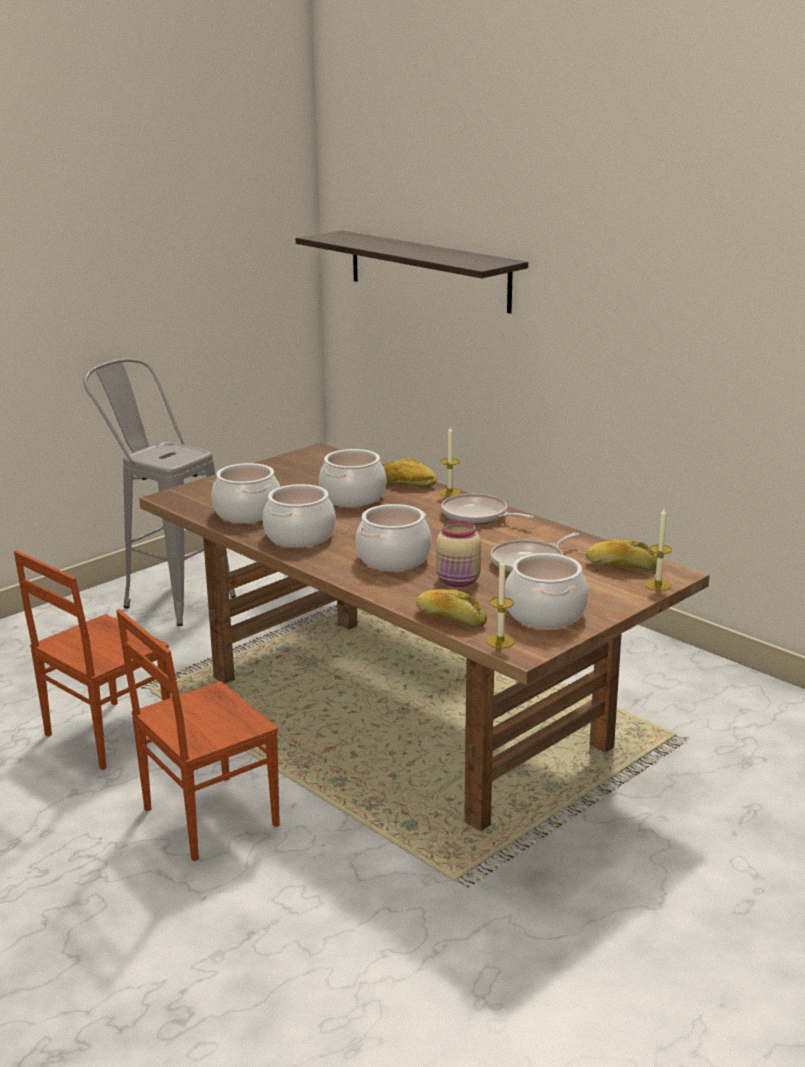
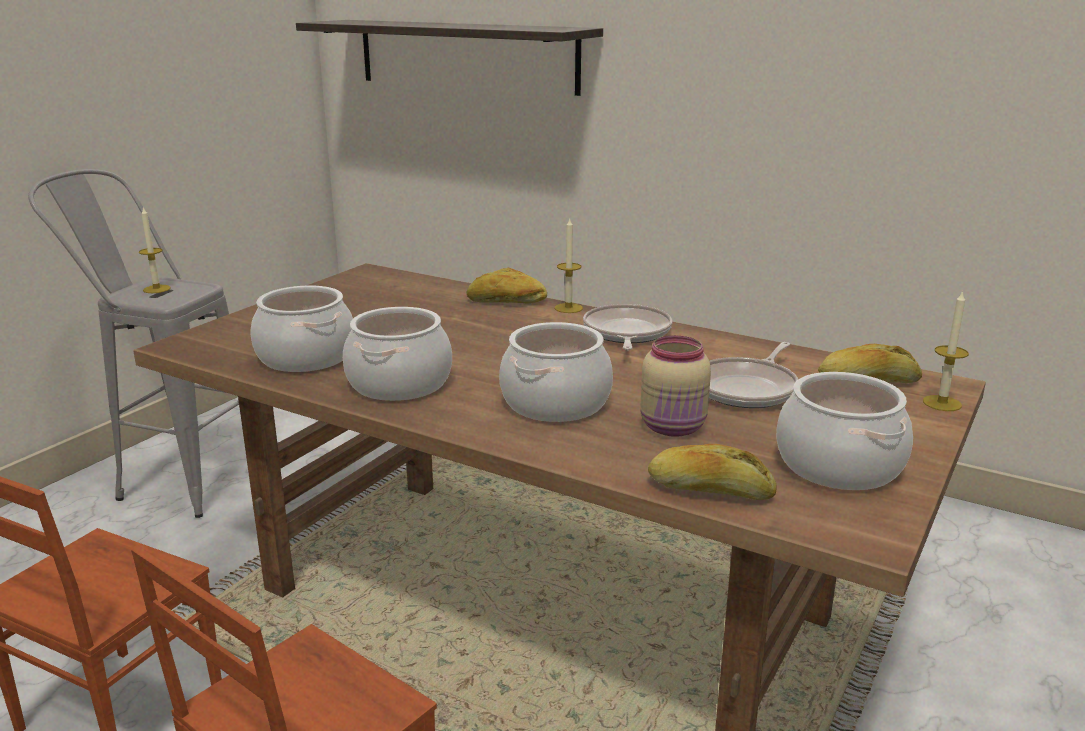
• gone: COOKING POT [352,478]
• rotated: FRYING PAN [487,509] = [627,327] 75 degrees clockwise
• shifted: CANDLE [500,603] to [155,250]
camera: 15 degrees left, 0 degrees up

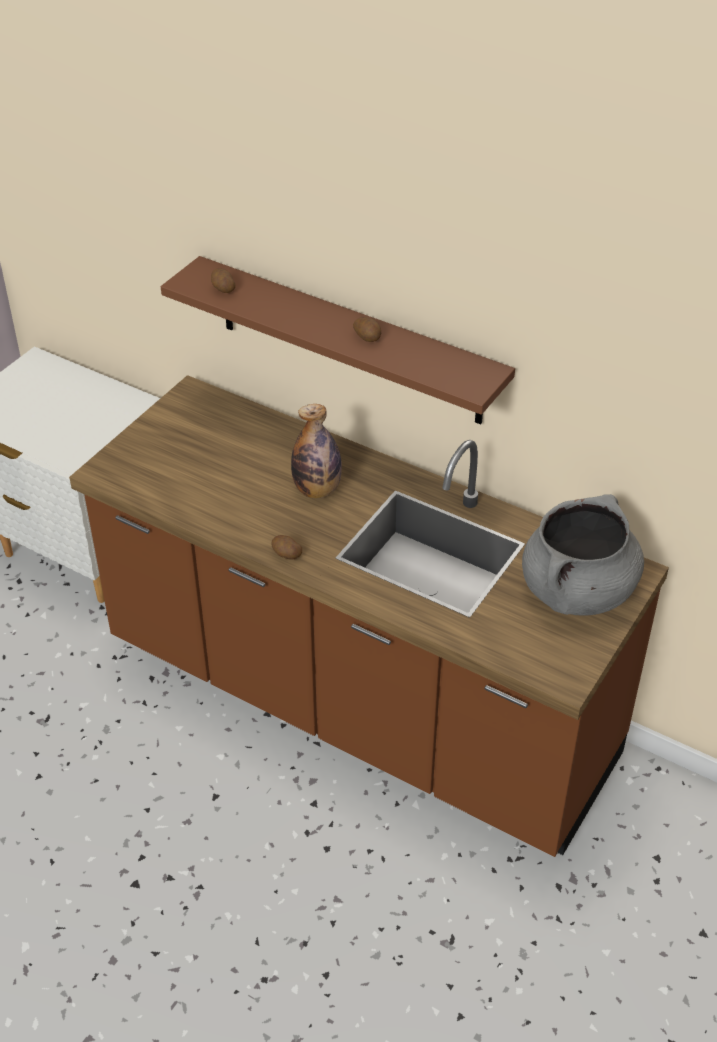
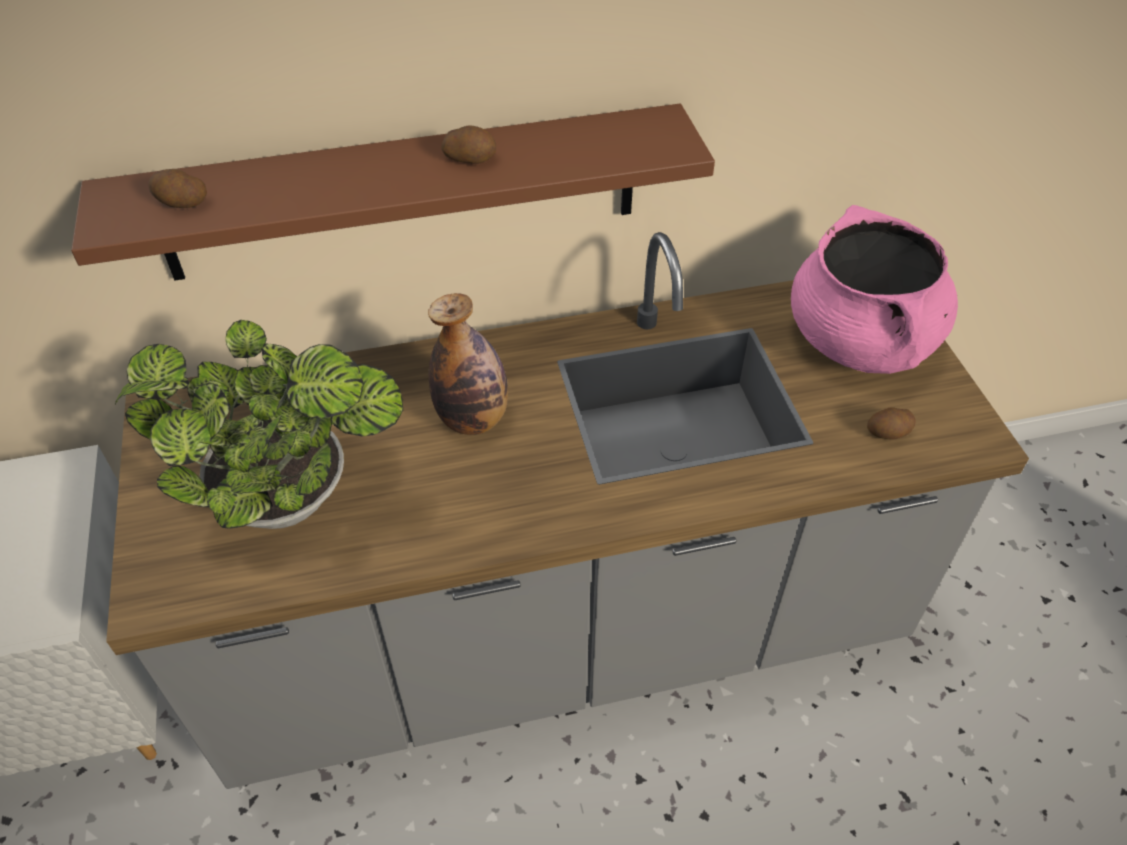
• repainted: BROWN COUNTER [369,616] to GREY COUNTER [567,510]
• repainted: GREY COOKING POT [583,554] to PINK COOKING POT [874,289]
• shifted: POTATO [287,547] to [891,423]
• new: POTTED PLANT [259,424]
camera: 45 degrees left, 5 degrees up

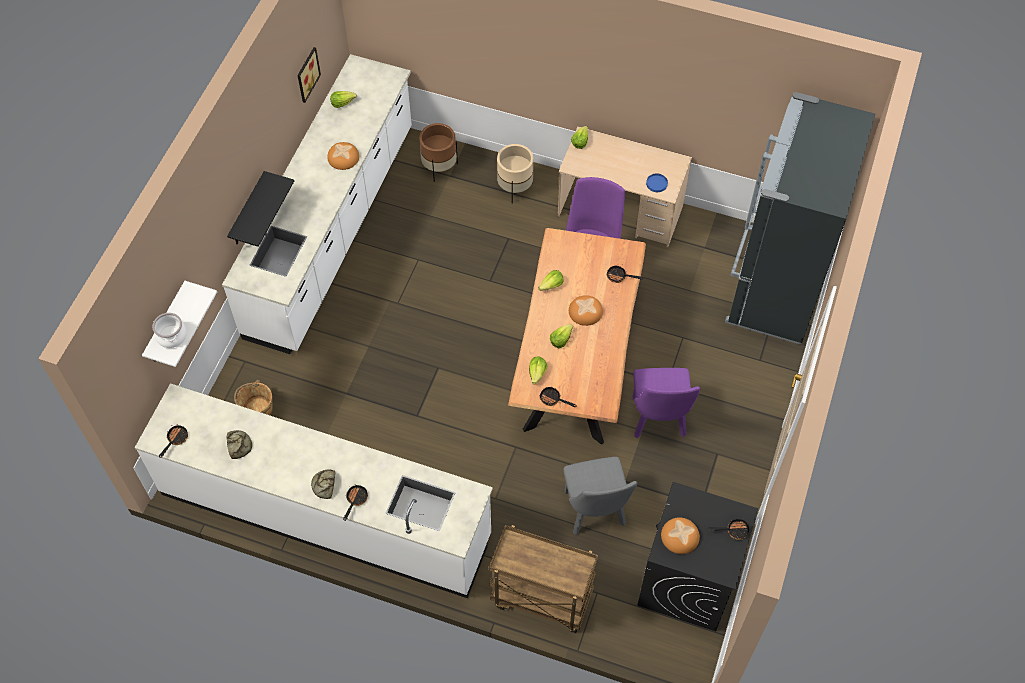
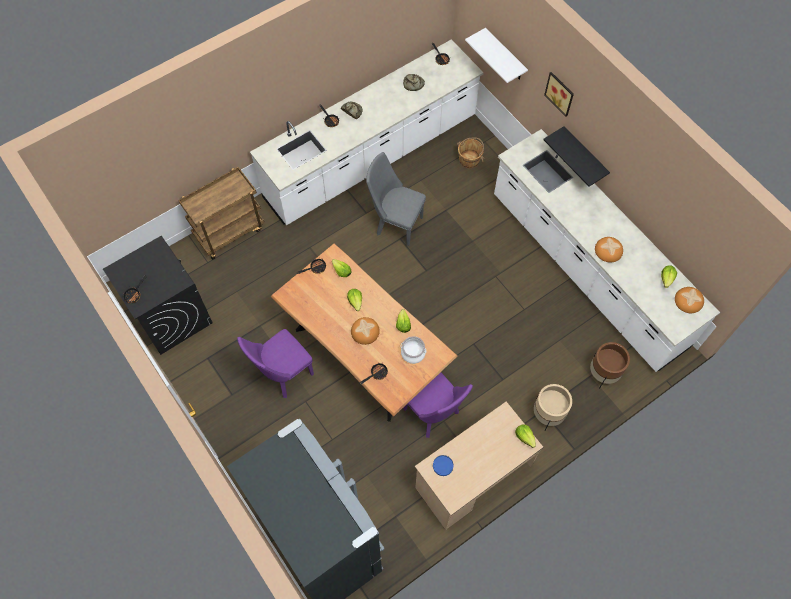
• shifted: PICTURE [309,75] to [559,94]
• shifted: COOKING POT [169,330] to [413,350]
• rotated: PURPLE CHAIR [666,403] = [275,363] 75 degrees counterclockwise
• shifted: GREY CHAIR [600,496] to [396,199]
• shifted: BREAD [680,535] to [689,300]
camera: 125 degrees right, 5 degrees up

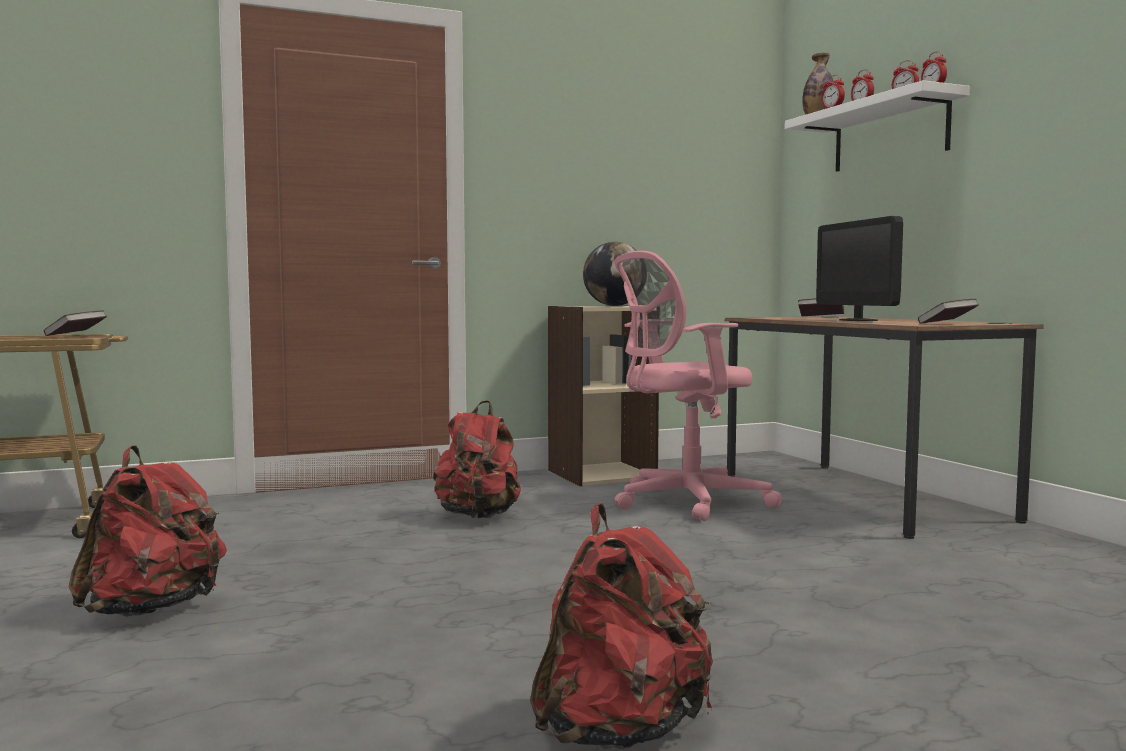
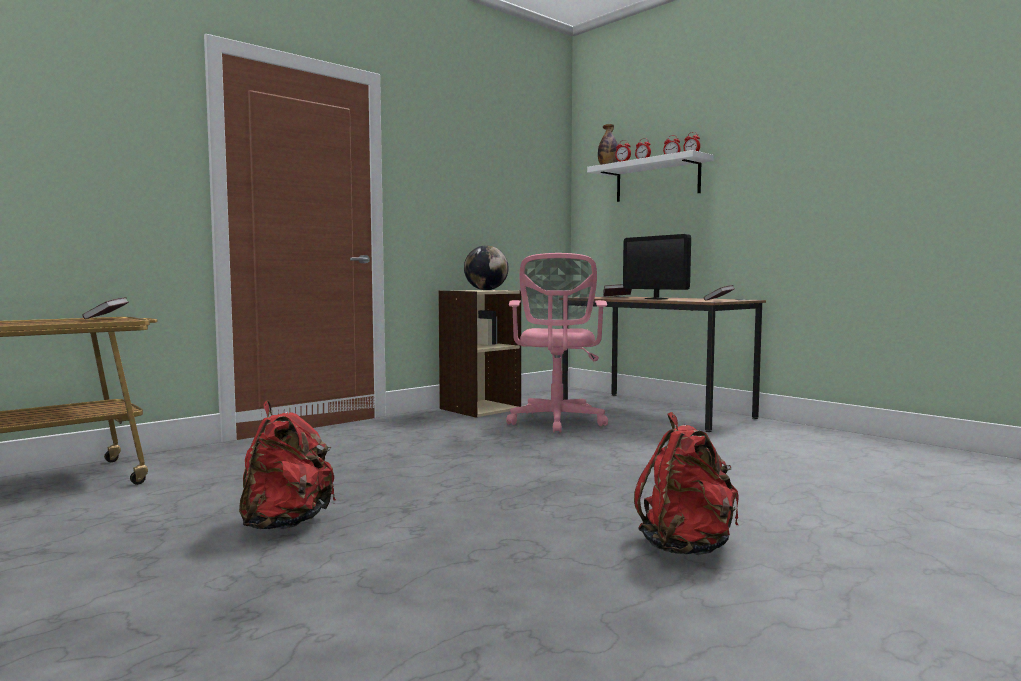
• rotated: PINK OFFICE CHAIR [698,386] = [557,343] 45 degrees counterclockwise
• gone: RED BACKPACK [477,459]
camera: 20 degrees left, 0 degrees up

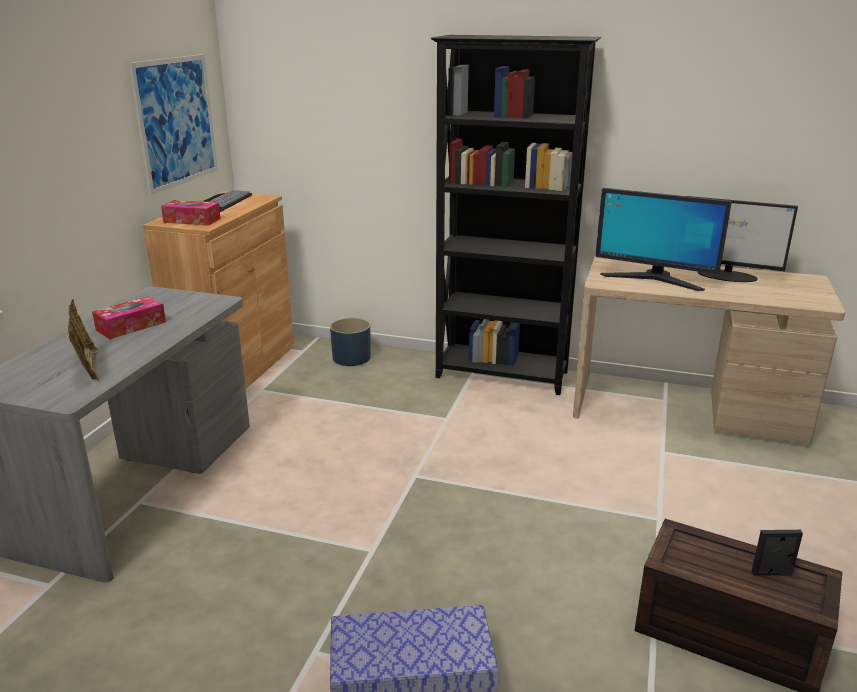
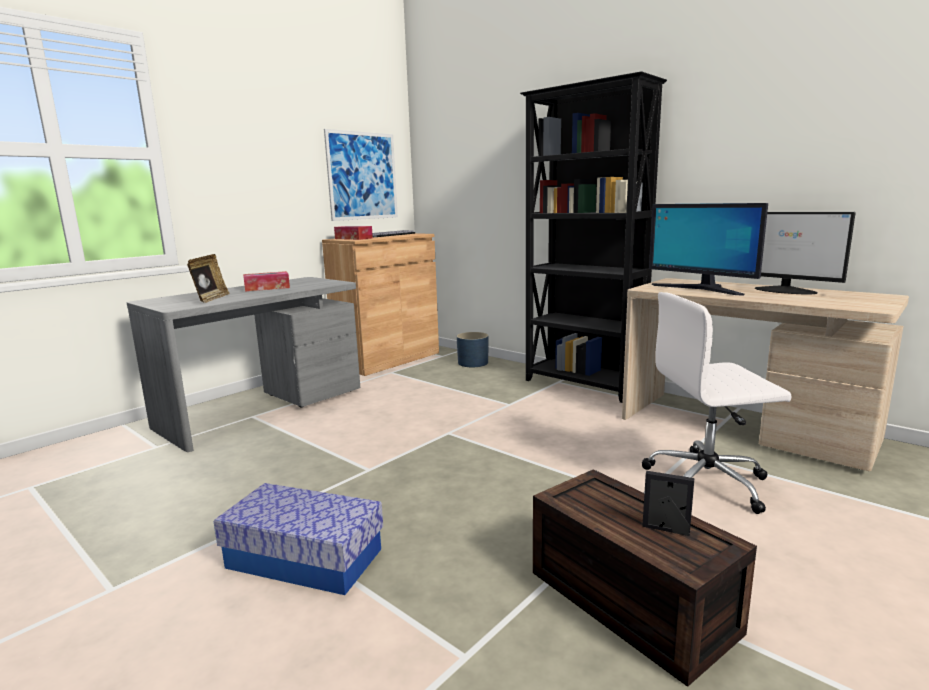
• new: WHITE OFFICE CHAIR [717,403]
camera: 25 degrees right, 10 degrees down

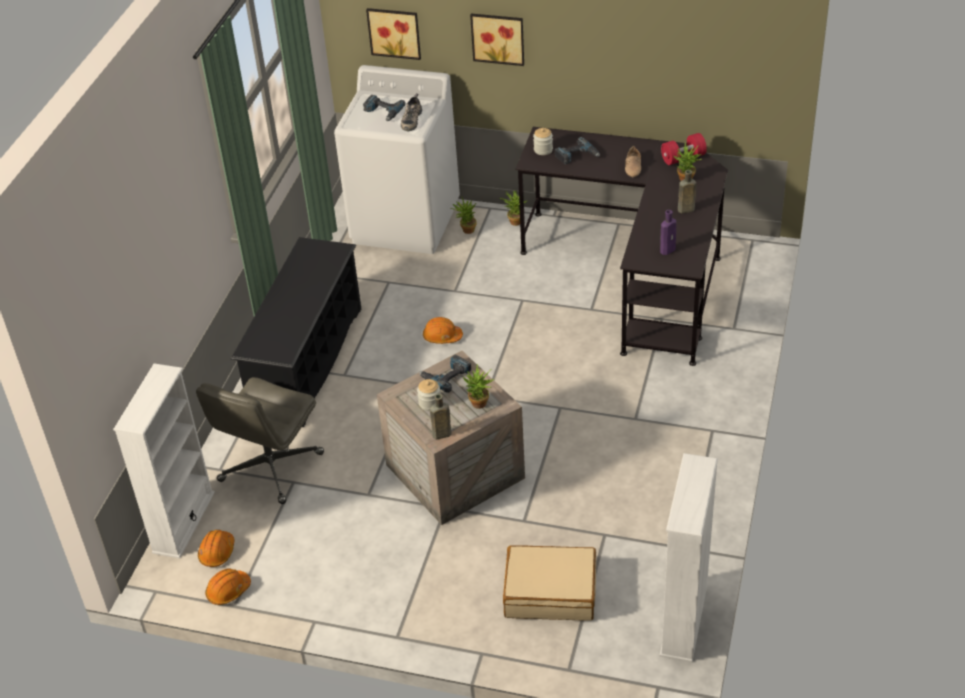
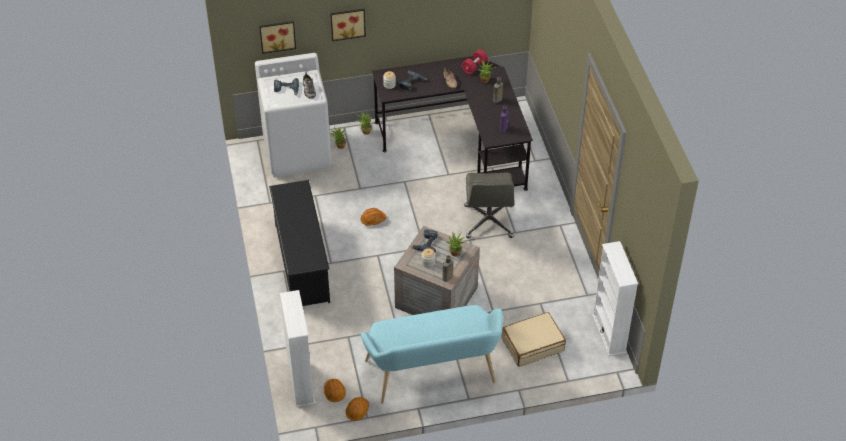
• shifted: GREY OFFICE CHAIR [260,440] to [489,205]
• new: TURQUOISE BENCH [432,354]
camera: 30 degrees left, 5 degrees up

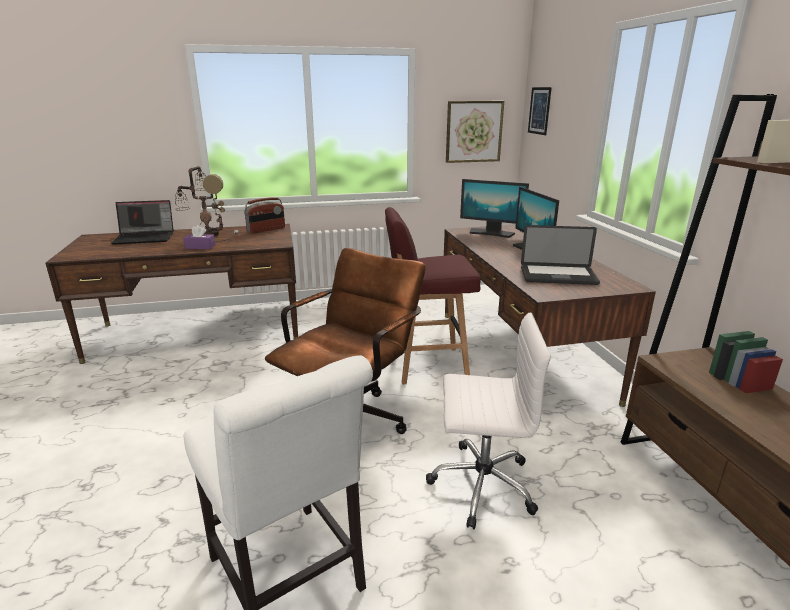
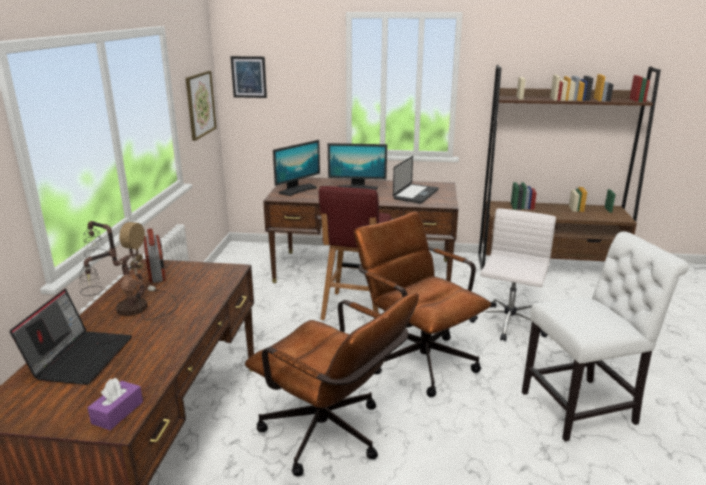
• shifted: PURPLE TISSUE BOX [199,237] to [115,404]
• new: BROWN OFFICE CHAIR [332,385]
camera: 70 degrees left, 0 degrees up

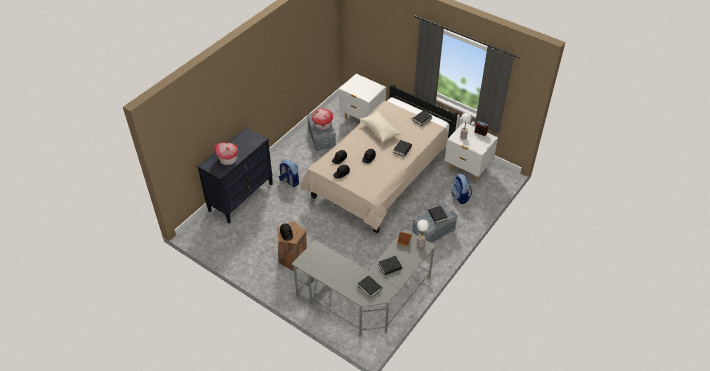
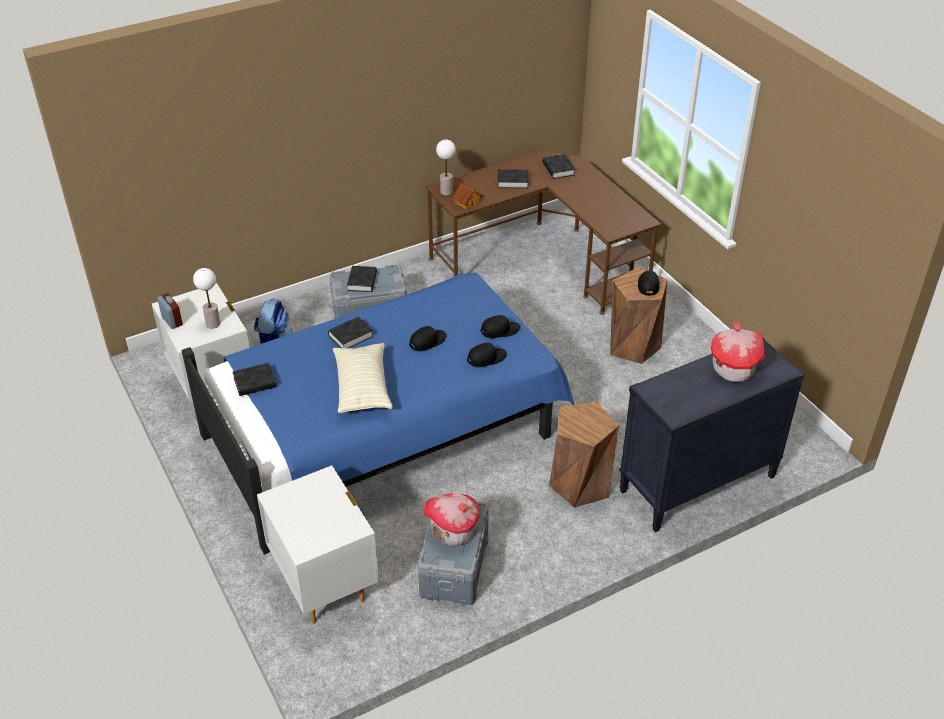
• repainted: BEIGE BED [379,158] to BLUE BED [378,413]
• swapped: BACKPACK [289,173] to BROWN STOOL [584,455]
• repainted: GREY DESK [364,283] to BROWN DESK [543,233]
camera: 155 degrees left, 5 degrees down

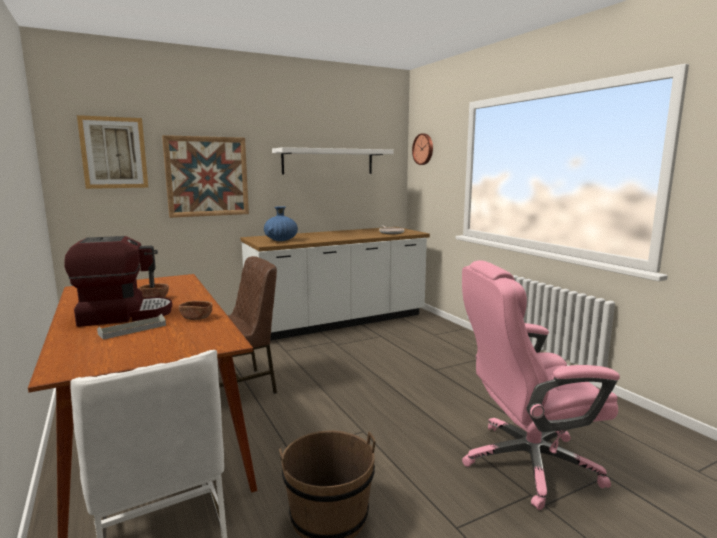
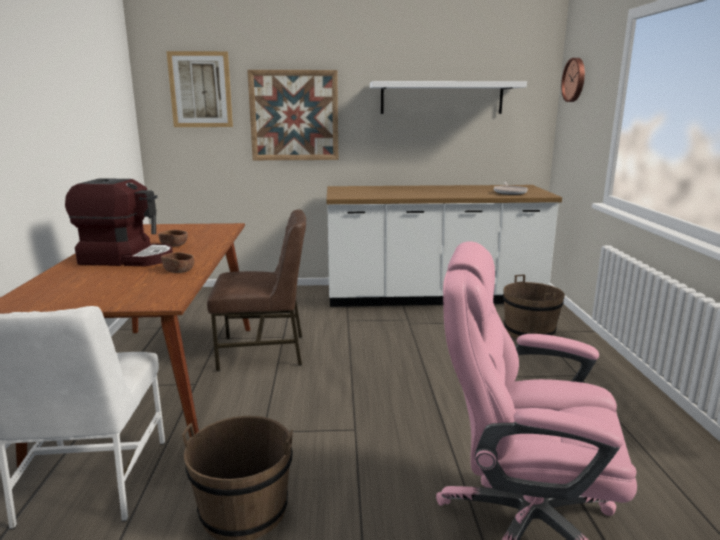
• gone: BLUE VASE [281,223]
• gone: GREY TRAY [131,327]
• new: BROWN BUCKET [534,307]
camera: 25 degrees right, 5 degrees up

